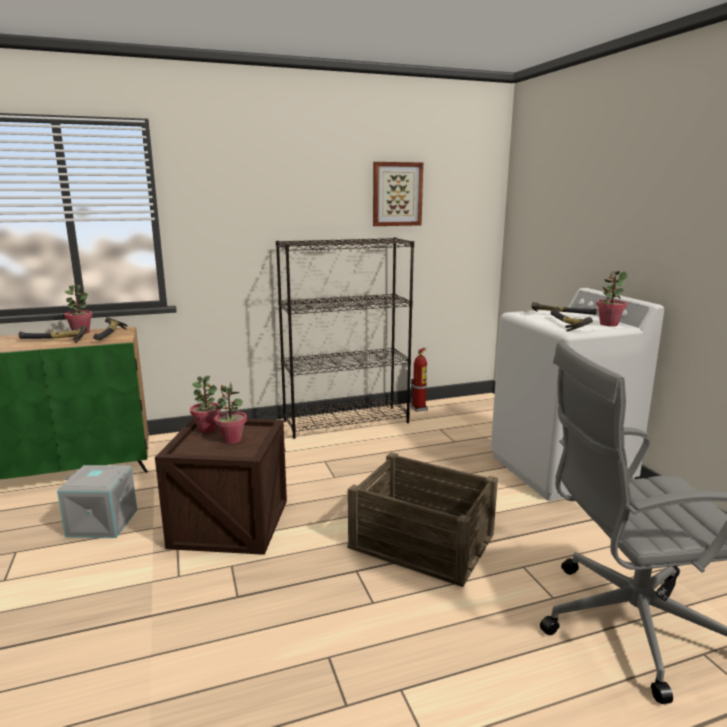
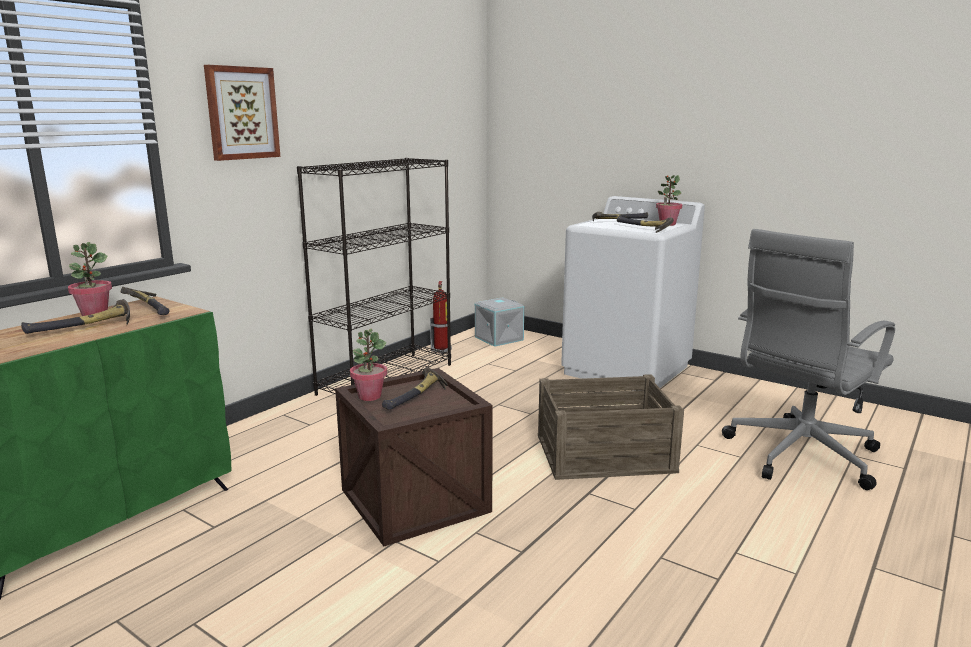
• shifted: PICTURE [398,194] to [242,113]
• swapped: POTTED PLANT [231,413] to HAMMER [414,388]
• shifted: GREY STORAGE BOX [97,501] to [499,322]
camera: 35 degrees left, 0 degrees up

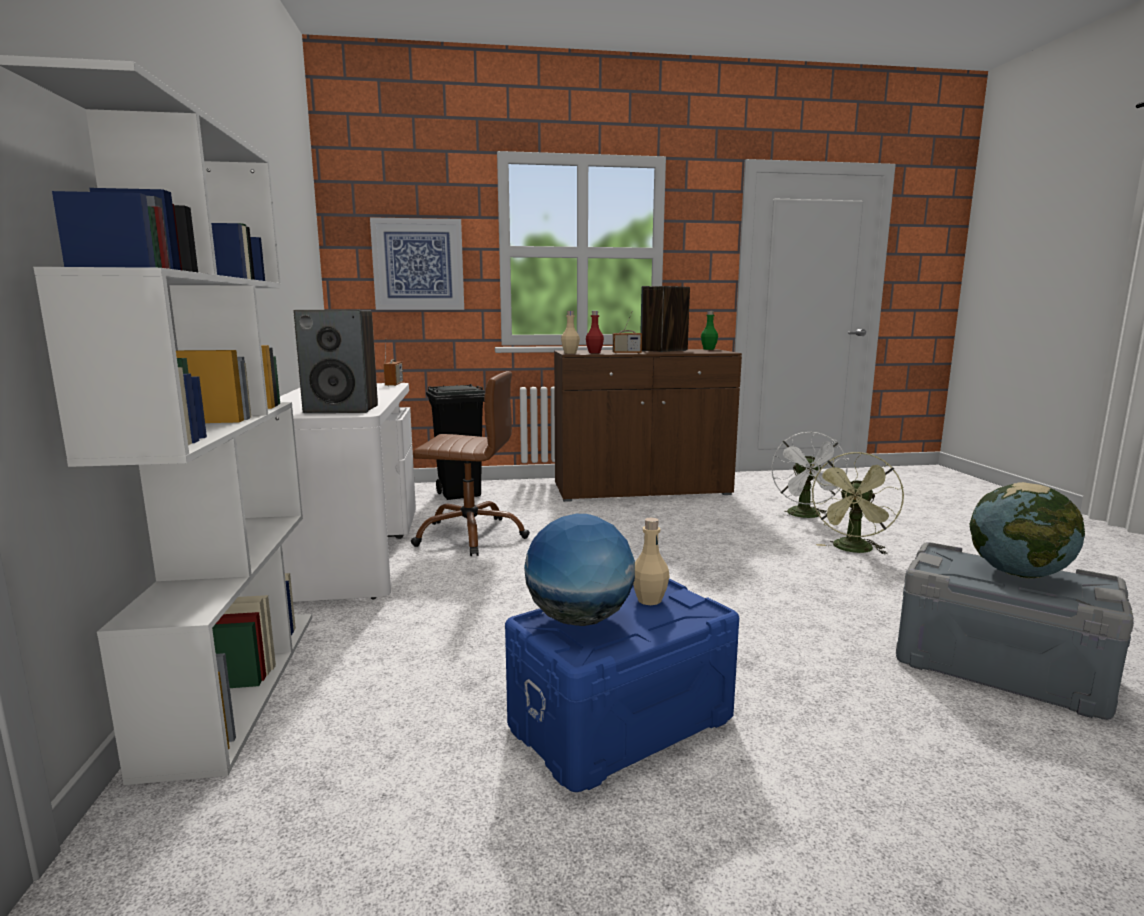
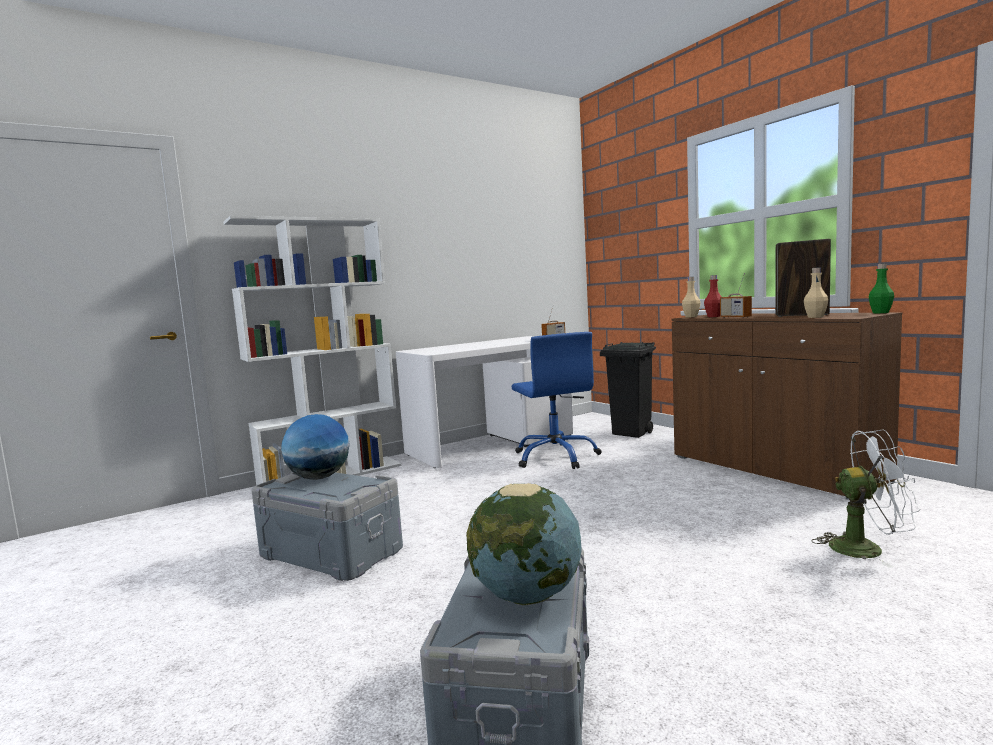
• gone: PICTURE [417,263]
• gone: SPEAKER [336,361]
• repainted: BROWN OFFICE CHAIR [470,463] to BLUE OFFICE CHAIR [556,400]
• rotated: WHITE FAN [810,475] = [865,498] 150 degrees counterclockwise
• gone: GREEN FAN [857,503]
• shifted: BEIGE BOTTLE [651,561] to [816,292]
• repainted: BLUE STORAGE BOX [622,685] to GREY STORAGE BOX [327,526]
camera: 65 degrees right, 5 degrees down

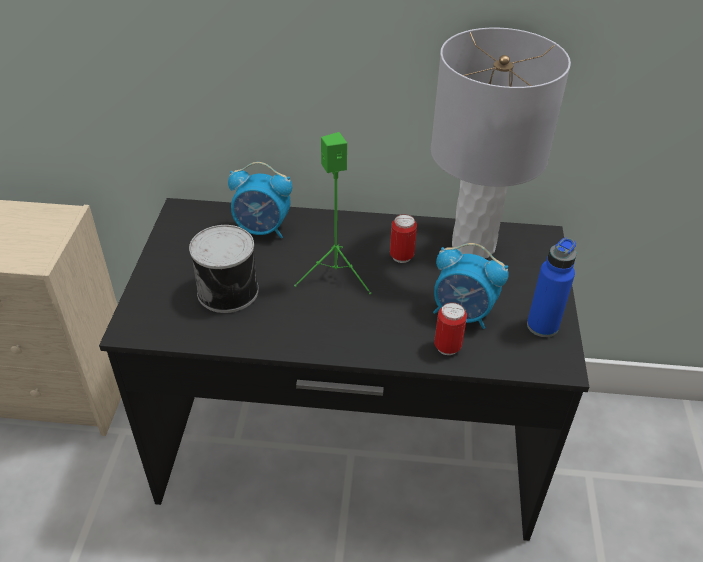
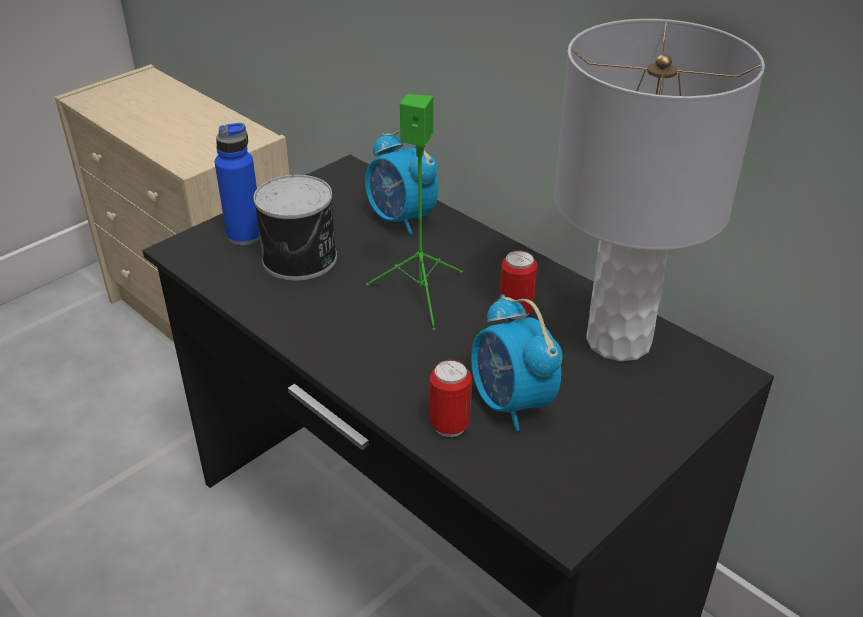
• shifted: BLUE BOTTLE [552,287] to [237,184]
camera: 40 degrees right, 5 degrees down

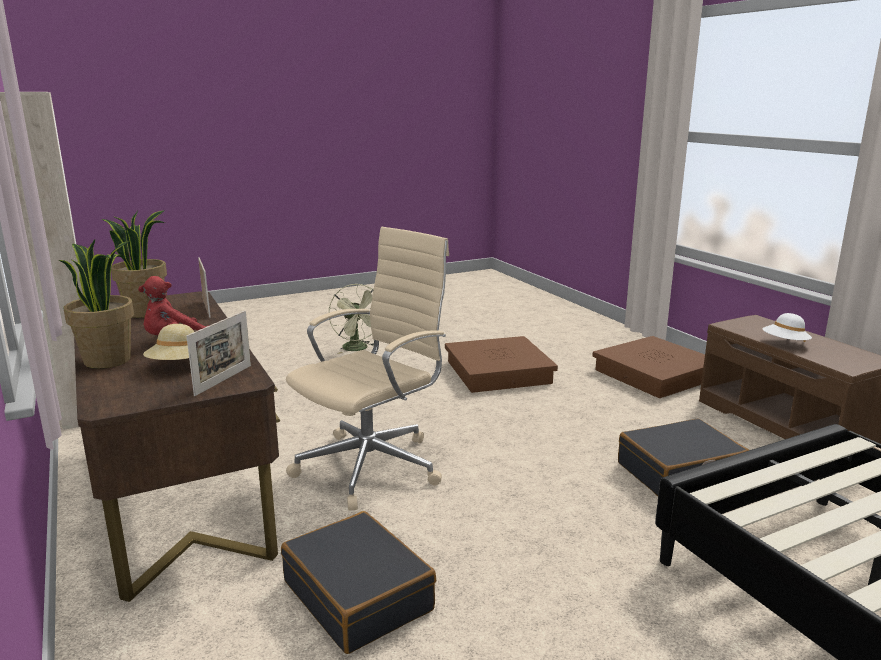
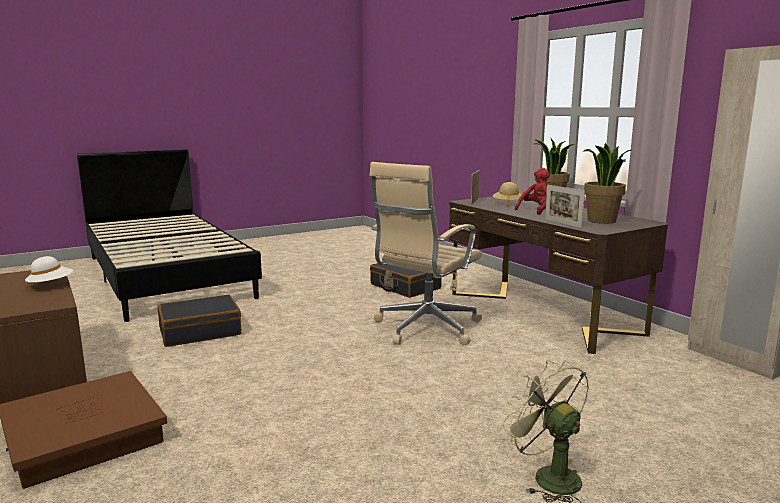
• gone: BROWN STORAGE BOX [501,364]
camera: 175 degrees right, 5 degrees down

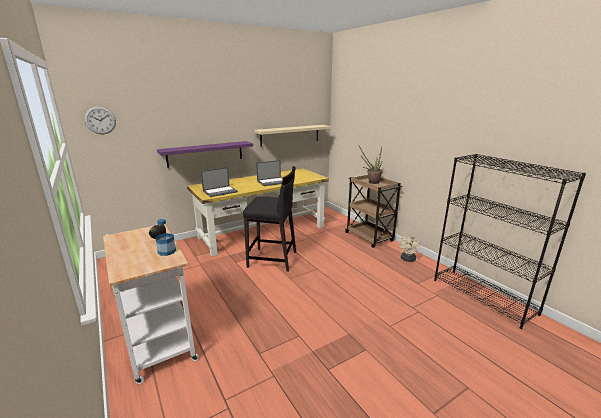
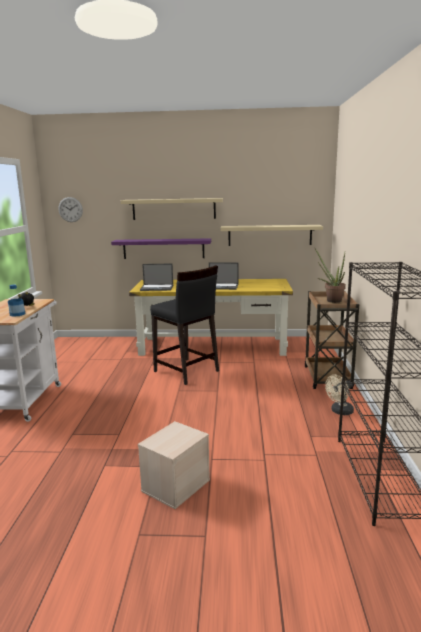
• new: BEIGE SHELF [172,209]
• new: BEIGE STORAGE BOX [174,465]
camera: 35 degrees right, 5 degrees down

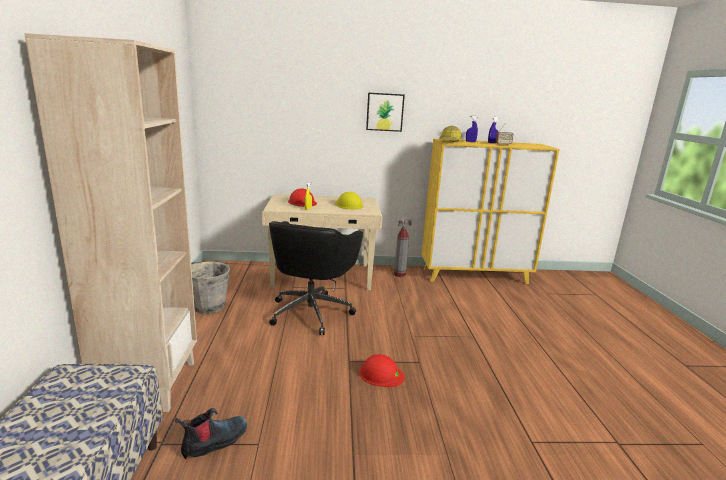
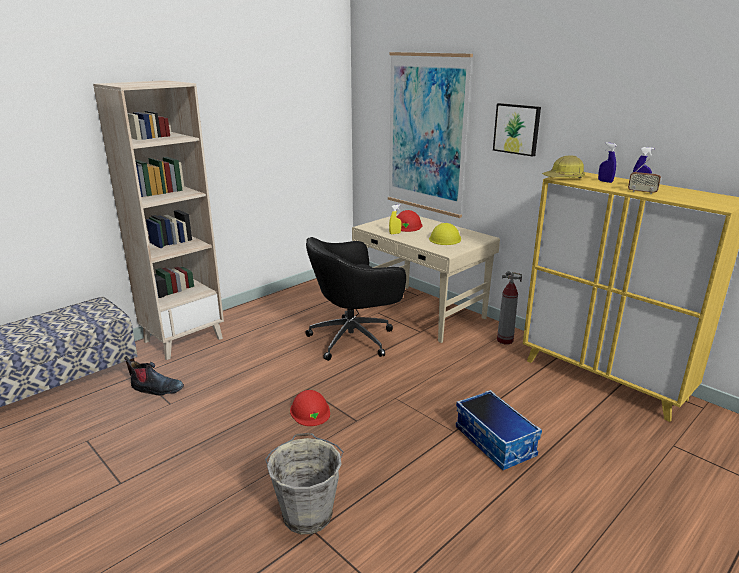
• shifted: GREY BUCKET [210,287] to [304,483]
• new: PICTURE [430,135]
• new: STORAGE BOX [499,430]
camera: 50 degrees right, 5 degrees up

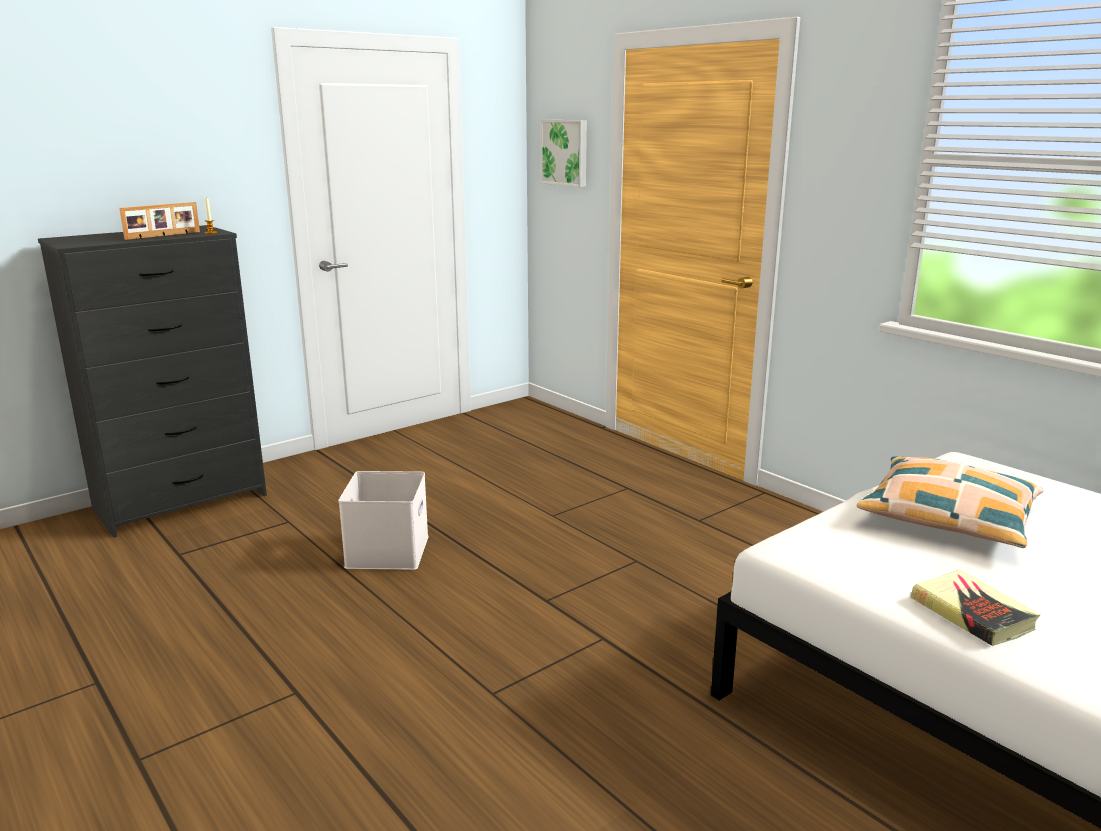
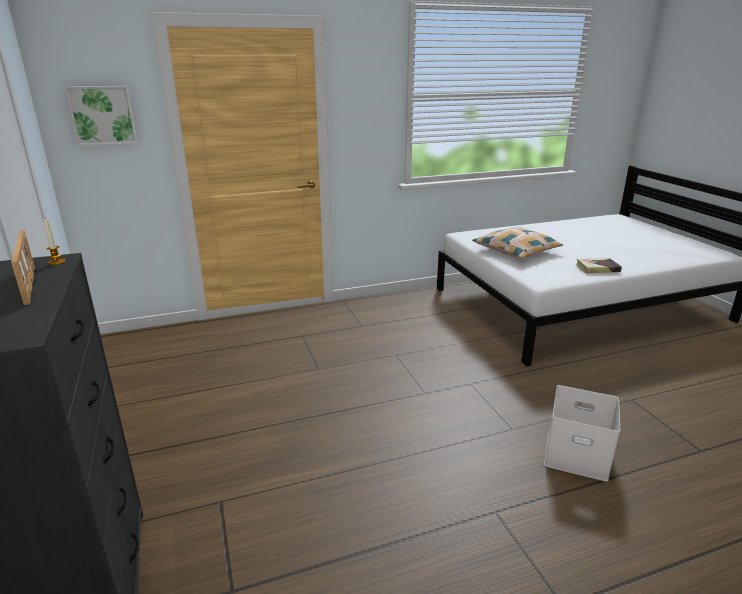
• shifted: WHITE STORAGE BOX [383,520] to [582,433]
camera: 70 degrees left, 5 degrees up

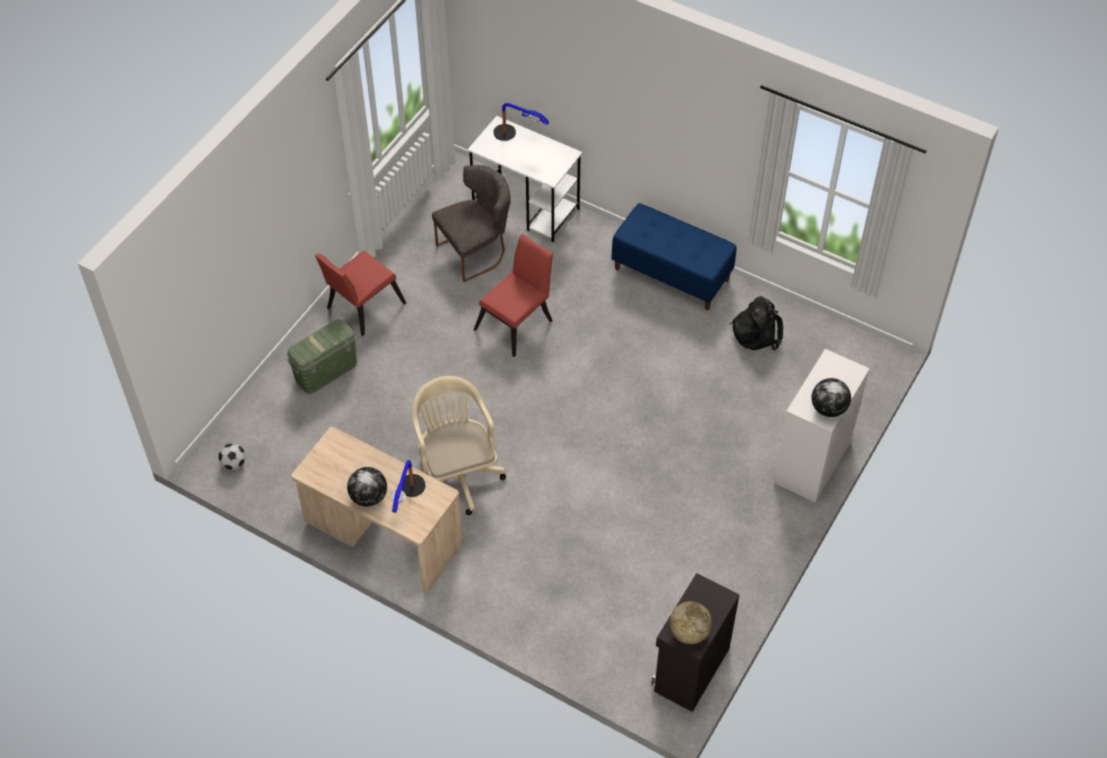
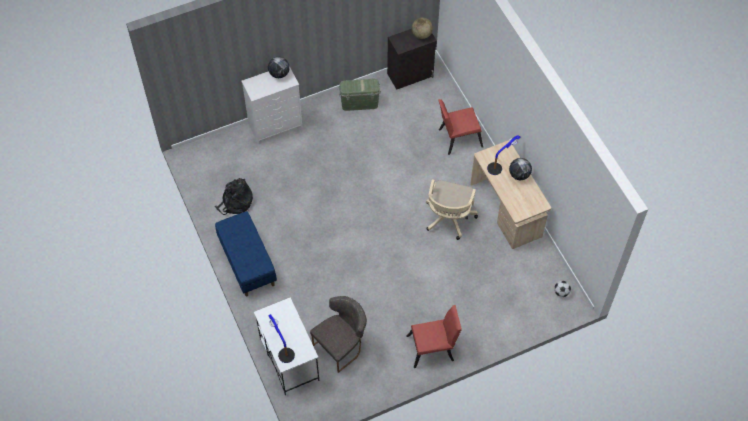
• rotated: GREY CHAIR [471,223] = [338,334] 135 degrees clockwise
• shifted: RED CHAIR [513,295] to [460,127]
• shifted: GREEN STORAGE BOX [322,356] to [360,95]
camera: 145 degrees left, 5 degrees up

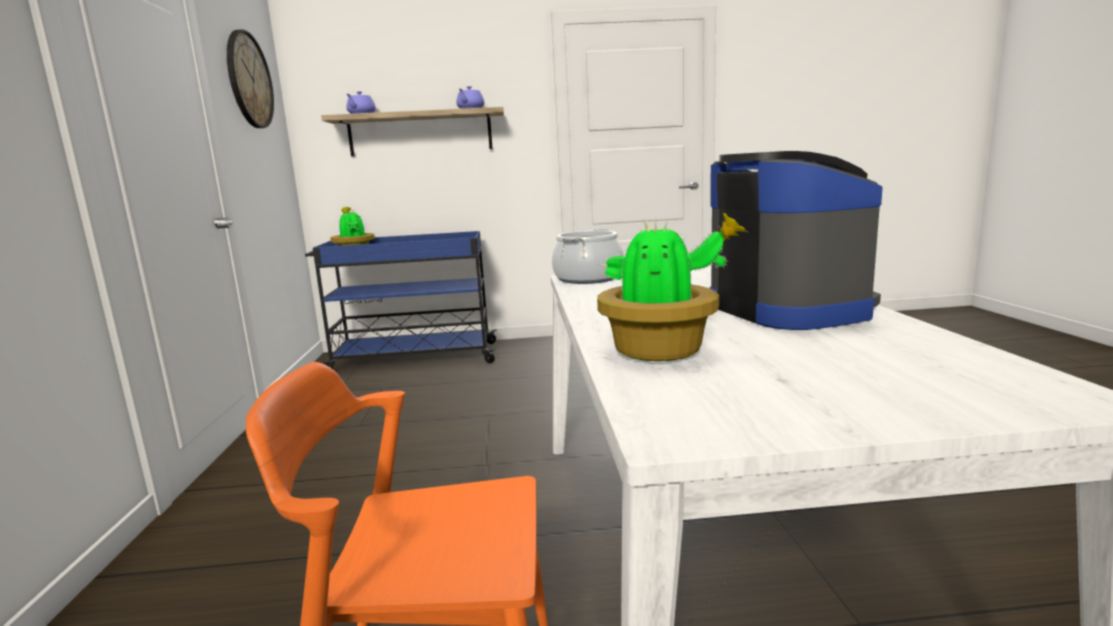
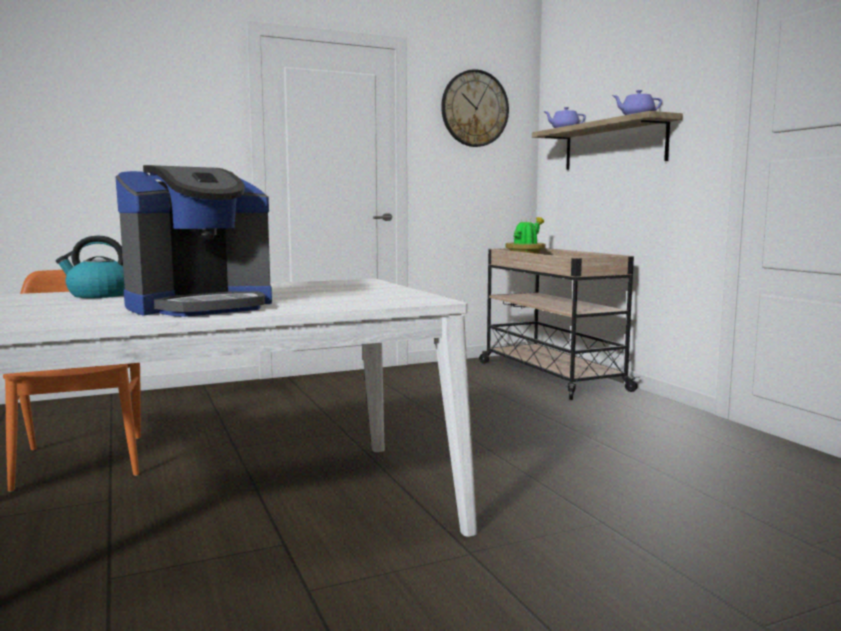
• swapped: POTTED PLANT [672,287] to KETTLE [90,267]
• gone: COOKING POT [588,256]
• repainted: BLUE CART [401,300] to BEIGE CART [559,324]
camera: 70 degrees right, 5 degrees down

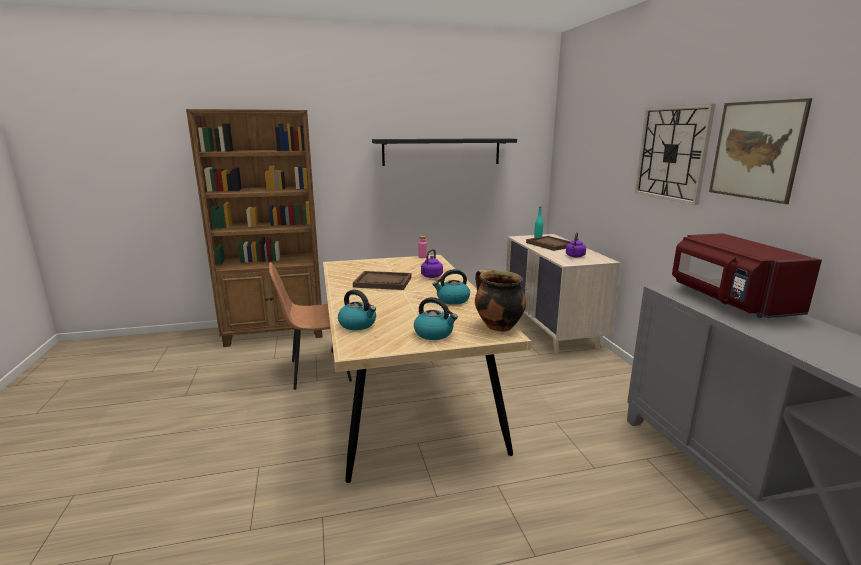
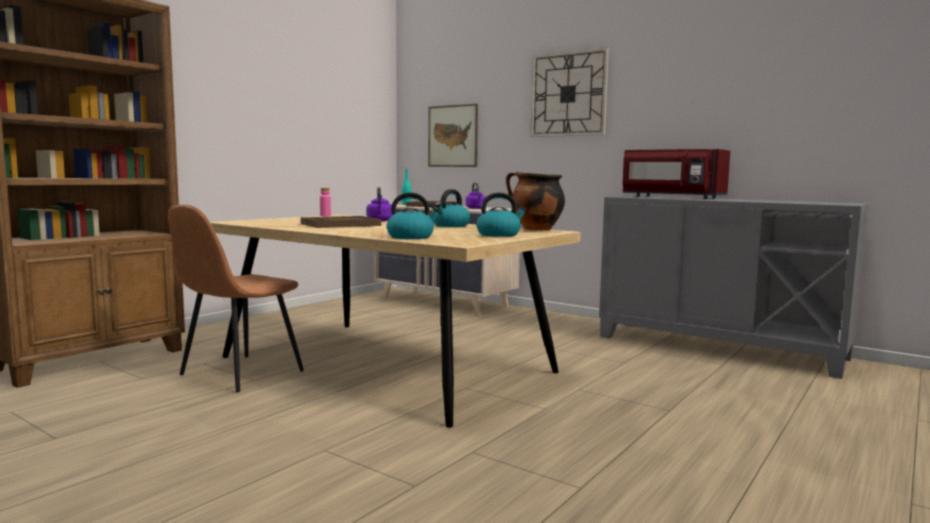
• shifted: PICTURE [760,151] to [453,135]
• gone: BLACK SHELF [444,152]
camera: 40 degrees left, 10 degrees down

